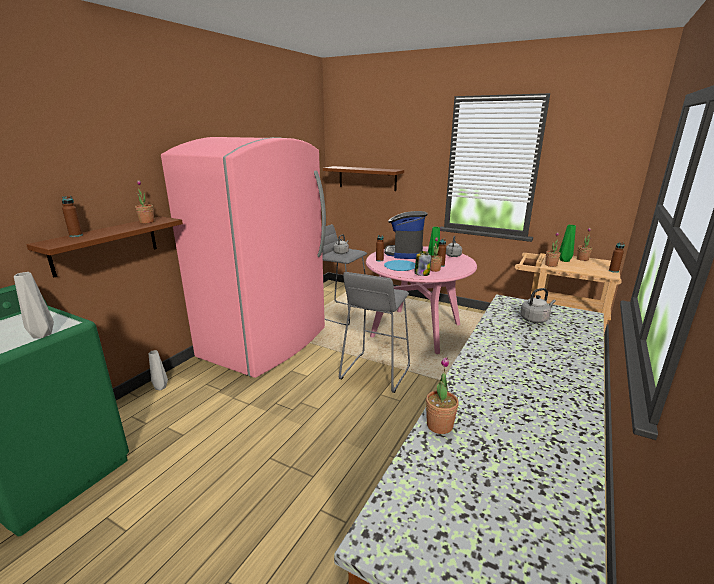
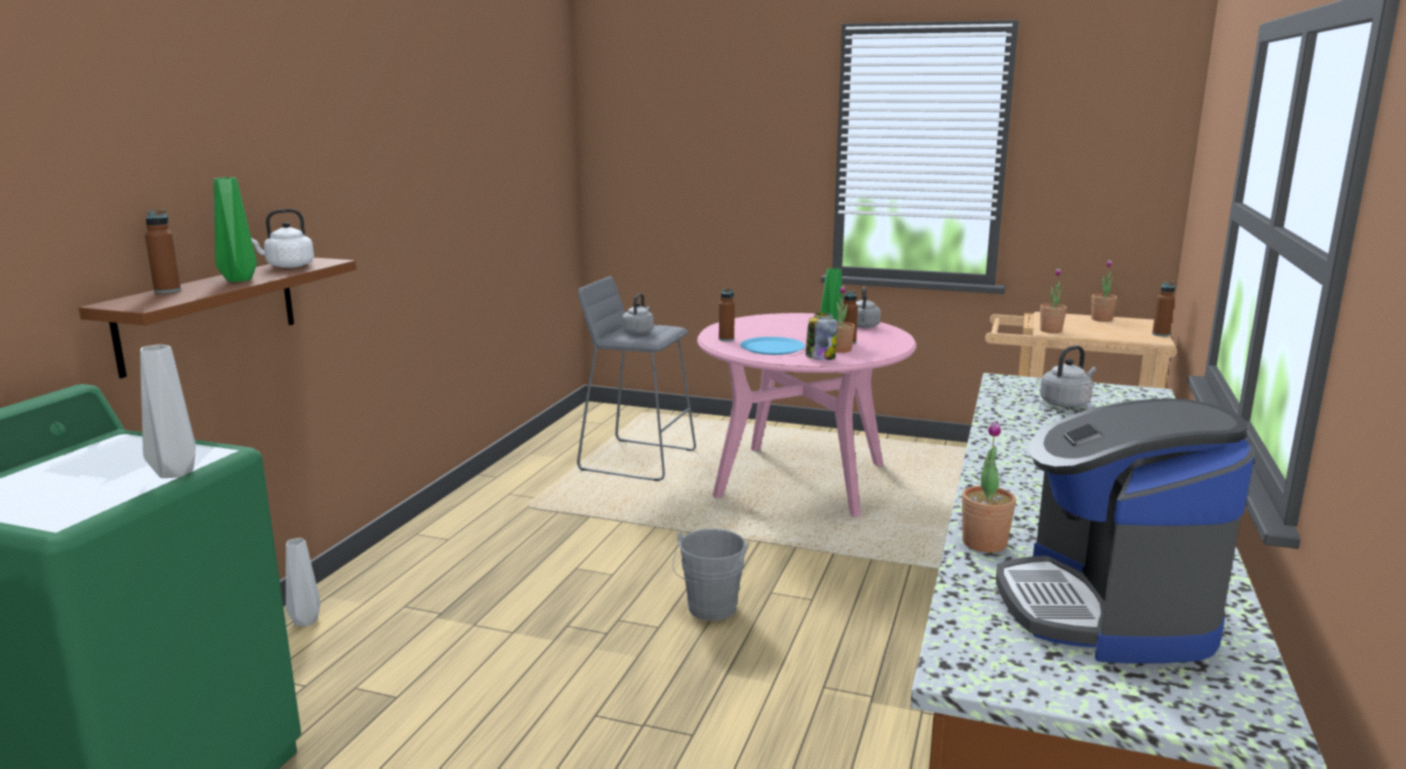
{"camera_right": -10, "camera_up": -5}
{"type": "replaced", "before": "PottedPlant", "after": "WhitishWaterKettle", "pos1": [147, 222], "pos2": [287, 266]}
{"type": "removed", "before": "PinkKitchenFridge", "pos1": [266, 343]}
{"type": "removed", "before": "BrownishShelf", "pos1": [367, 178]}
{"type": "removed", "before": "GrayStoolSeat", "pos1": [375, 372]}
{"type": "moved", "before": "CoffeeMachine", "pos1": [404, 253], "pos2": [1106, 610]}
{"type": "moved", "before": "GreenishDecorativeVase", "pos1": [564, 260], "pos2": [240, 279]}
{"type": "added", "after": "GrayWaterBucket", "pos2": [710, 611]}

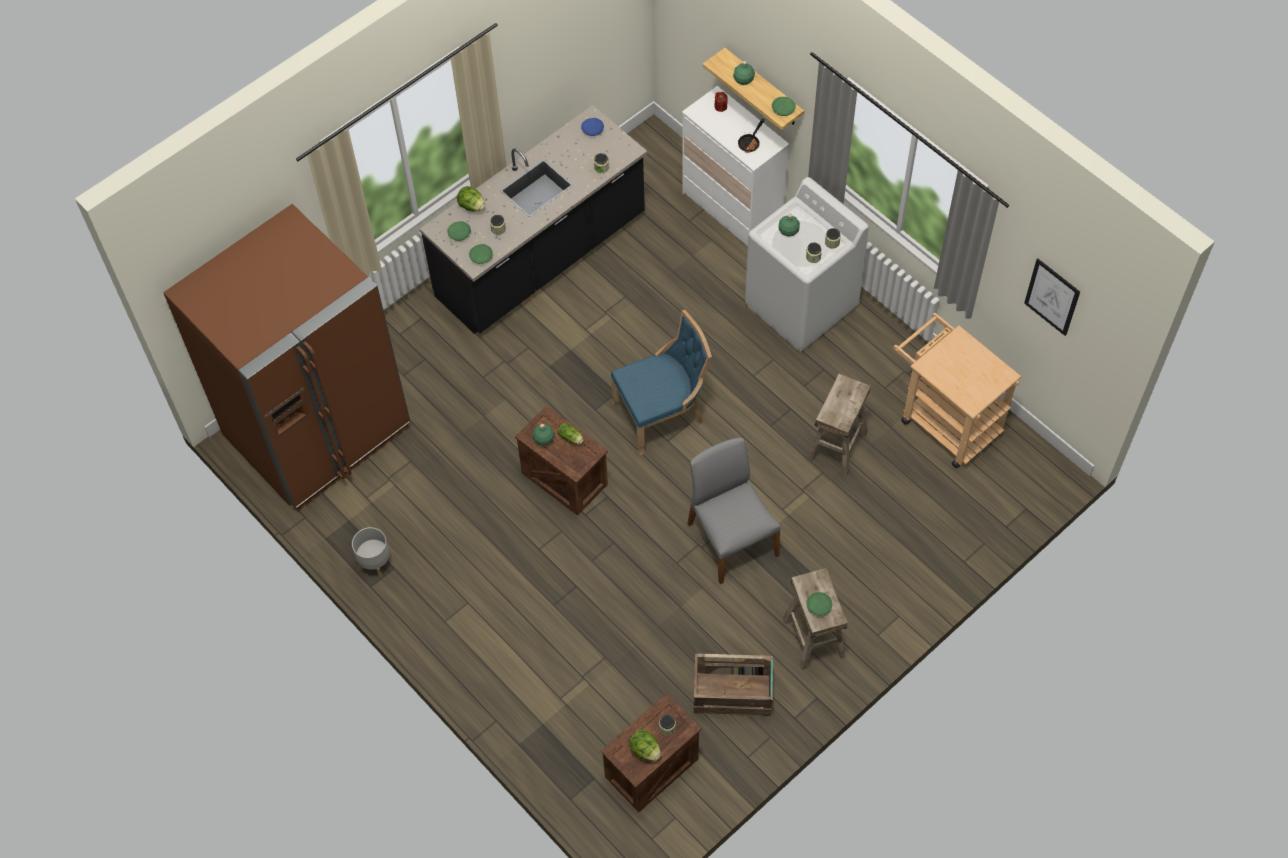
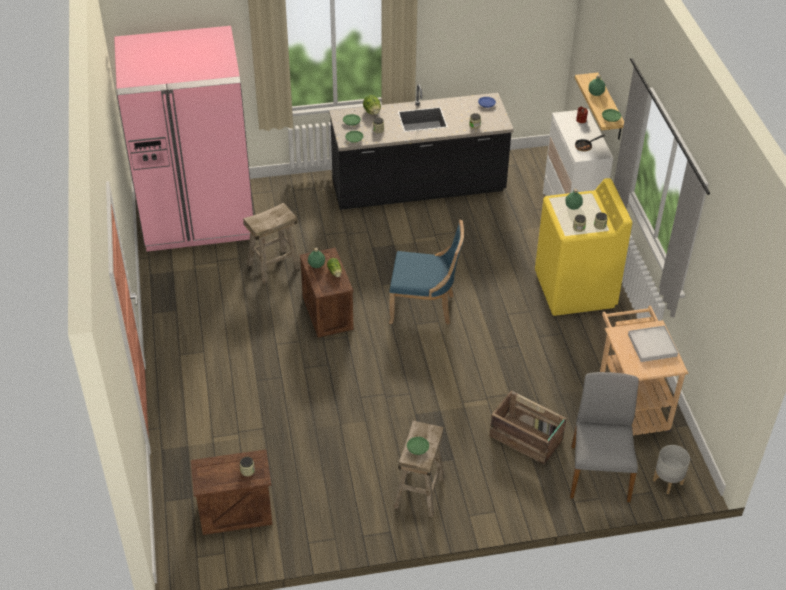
{"camera_right": 30, "camera_up": -15}
{"type": "recoloured", "before": "BrownishKitchenFridge", "after": "PinkKitchenFridge", "pos1": [317, 431], "pos2": [197, 217]}
{"type": "moved", "before": "GrayFlowerPot", "pos1": [376, 563], "pos2": [668, 482]}
{"type": "removed", "before": "Lettuce", "pos1": [645, 750]}
{"type": "moved", "before": "GrayChair", "pos1": [730, 539], "pos2": [598, 472]}
{"type": "moved", "before": "Crate", "pos1": [733, 693], "pos2": [526, 439]}
{"type": "recoloured", "before": "WhitishWashingMachine", "after": "YellowWashingMachine", "pos1": [801, 306], "pos2": [575, 290]}
{"type": "moved", "before": "BeigeColouredStoolSeat", "pos1": [836, 445], "pos2": [274, 266]}
{"type": "removed", "before": "Picture", "pos1": [1052, 297]}
{"type": "added", "after": "WhitishServingTray", "pos2": [652, 345]}

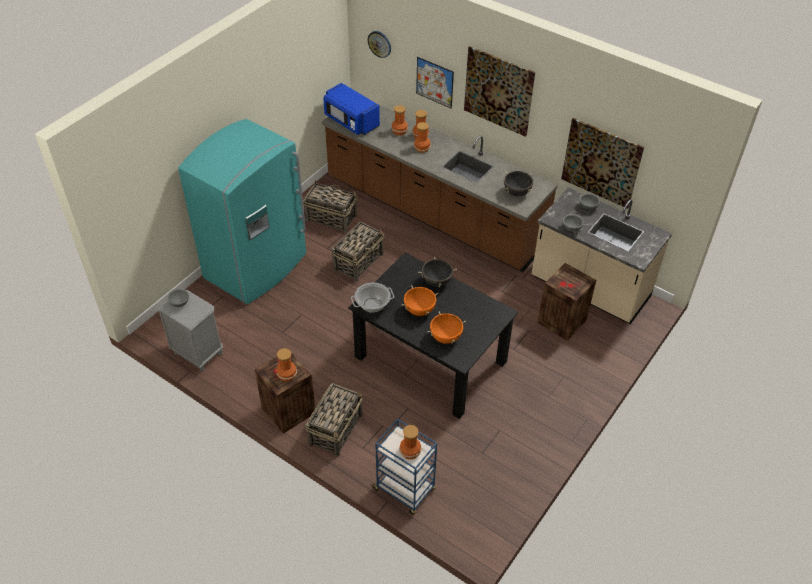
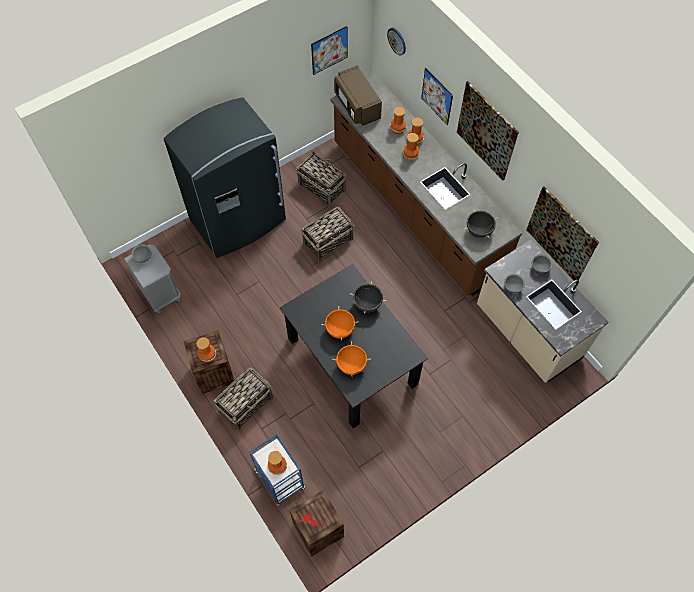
{"camera_right": 20, "camera_up": 15}
{"type": "recoloured", "before": "TurquoiseKitchenFridge", "after": "GrayKitchenFridge", "pos1": [257, 267], "pos2": [239, 221]}
{"type": "recoloured", "before": "BlueKitchenMicrowave", "after": "BrownishKitchenMicrowave", "pos1": [351, 121], "pos2": [357, 105]}
{"type": "removed", "before": "Saucepot", "pos1": [372, 305]}
{"type": "moved", "before": "Crate", "pos1": [562, 322], "pos2": [318, 531]}
{"type": "added", "after": "Picture", "pos2": [329, 50]}

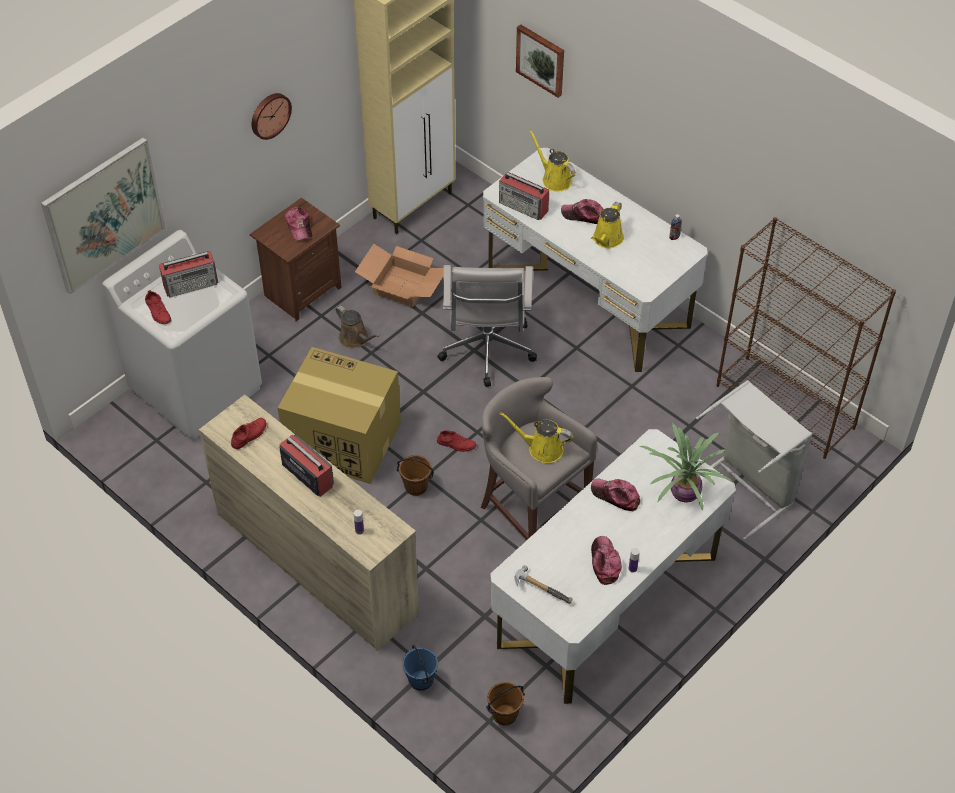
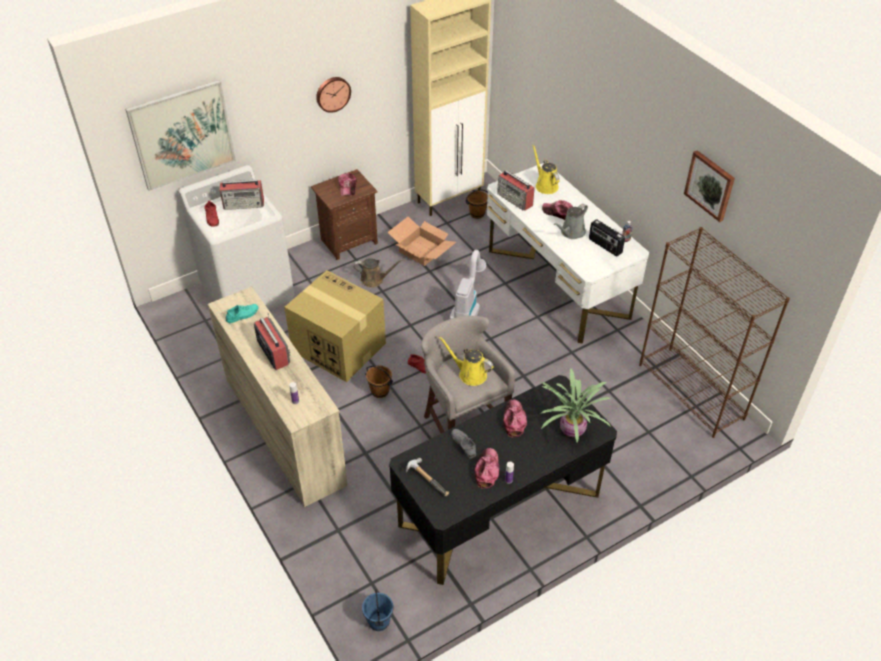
{"camera_right": 15, "camera_up": -5}
{"type": "recoloured", "before": "RedLowShoe", "after": "TurquoiseLowShoe", "pos1": [249, 435], "pos2": [242, 315]}
{"type": "turned", "before": "BrownishSprinklingCan", "pos1": [355, 339], "pos2": [374, 280], "turn": -60}
{"type": "moved", "before": "BlueWaterBucket", "pos1": [420, 680], "pos2": [378, 621]}
{"type": "replaced", "before": "WhitishDeskChair", "after": "Vacuum", "pos1": [487, 352], "pos2": [468, 307]}
{"type": "moved", "before": "BrownishWaterBucket", "pos1": [505, 715], "pos2": [477, 214]}
{"type": "recoloured", "before": "WhitishDesk", "after": "BlackishDesk", "pos1": [607, 600], "pos2": [499, 509]}
{"type": "moved", "before": "Picture", "pos1": [541, 59], "pos2": [710, 185]}
{"type": "recoloured", "before": "YellowSprinklingCan", "after": "GraySprinklingCan", "pos1": [606, 239], "pos2": [571, 233]}
{"type": "turned", "before": "Cap", "pos1": [615, 496], "pos2": [514, 420], "turn": 45}
{"type": "removed", "before": "GrayHamper", "pos1": [746, 489]}
{"type": "added", "after": "GrayLowShoe", "pos2": [463, 444]}
{"type": "added", "after": "RadioReceiver", "pos2": [605, 246]}

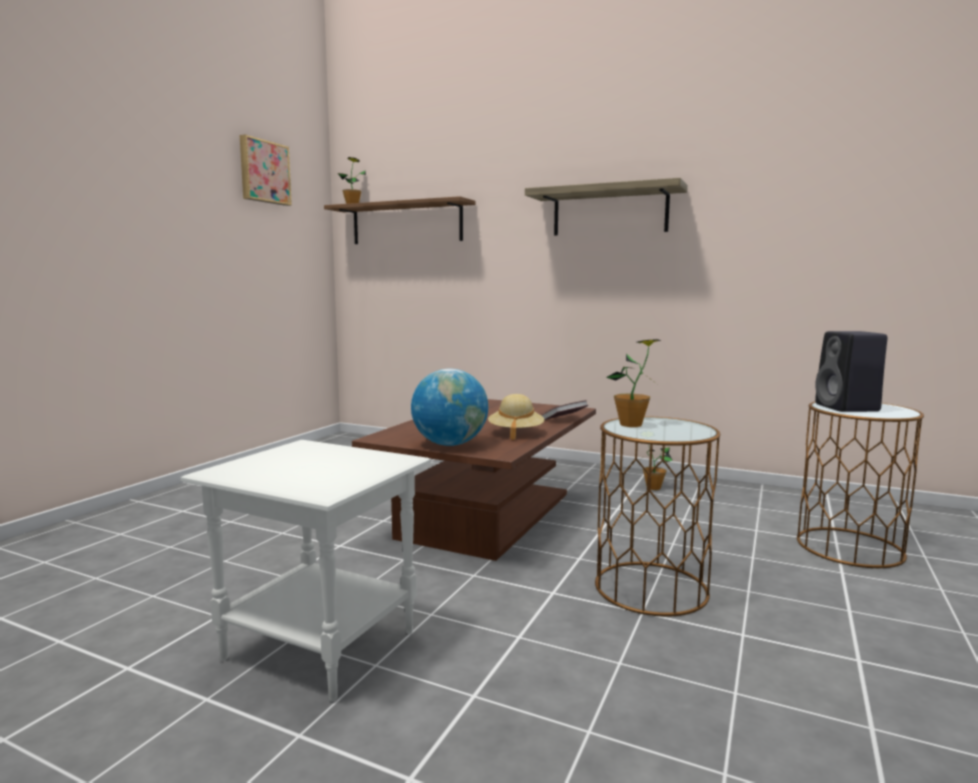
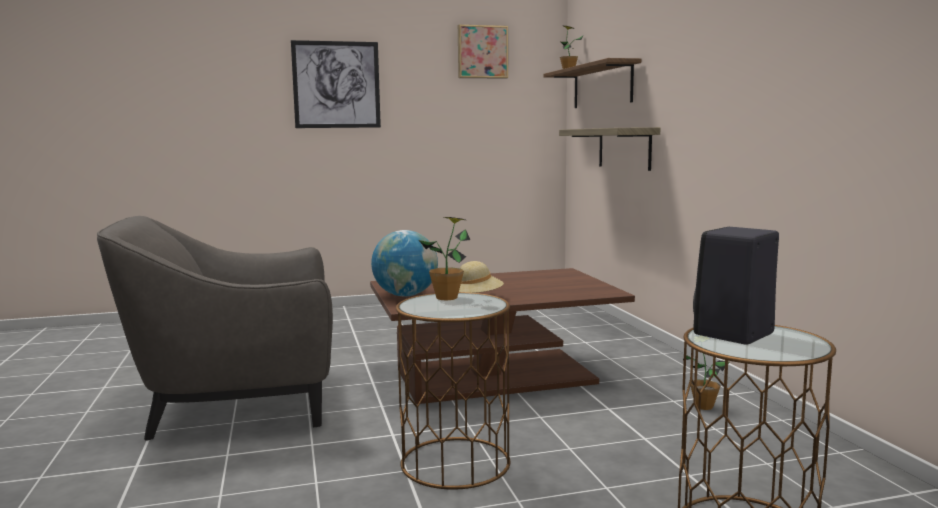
{"camera_right": 50, "camera_up": 0}
{"type": "replaced", "before": "WhitishEndTable", "after": "GrayEasyChair", "pos1": [318, 645], "pos2": [237, 403]}
{"type": "moved", "before": "Shelf", "pos1": [609, 211], "pos2": [624, 148]}
{"type": "removed", "before": "BoundBook", "pos1": [564, 419]}
{"type": "added", "after": "Picture", "pos2": [336, 85]}

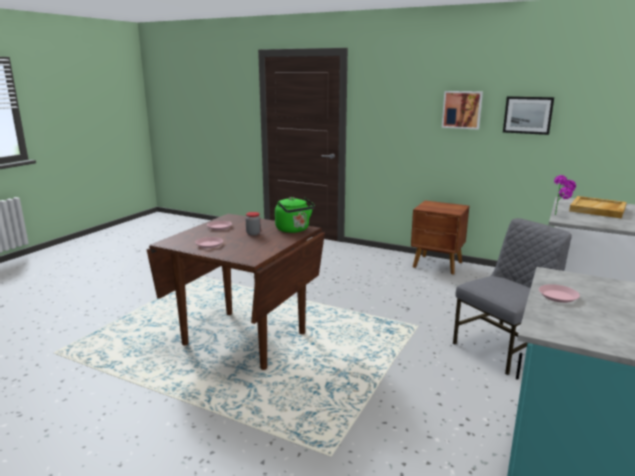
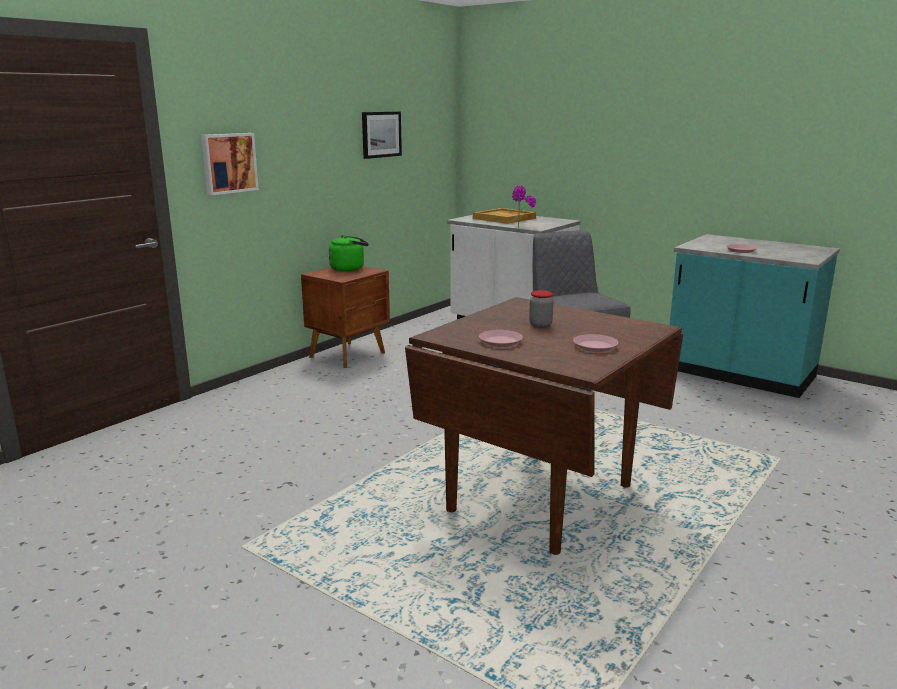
{"camera_right": -80, "camera_up": 0}
{"type": "moved", "before": "GreenishWaterKettle", "pos1": [294, 230], "pos2": [349, 268]}
{"type": "moved", "before": "Picture", "pos1": [462, 109], "pos2": [228, 163]}

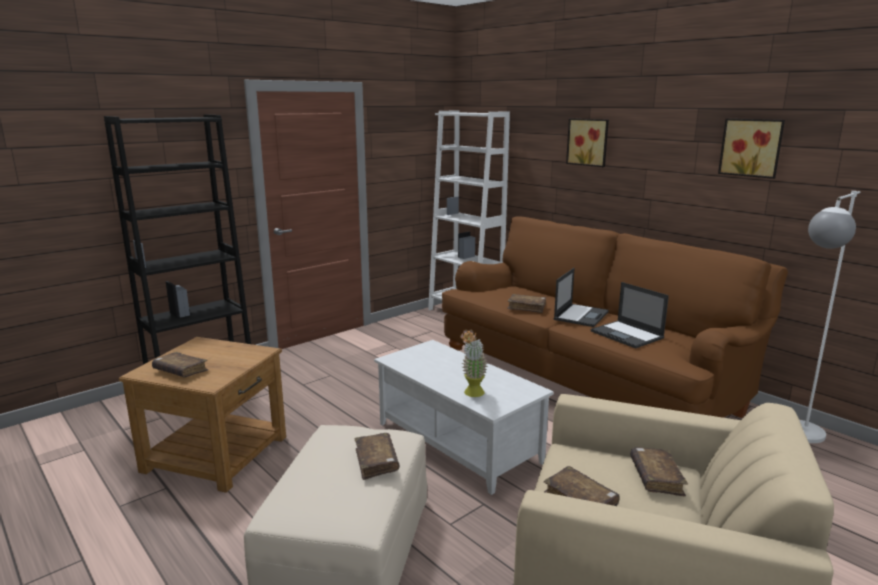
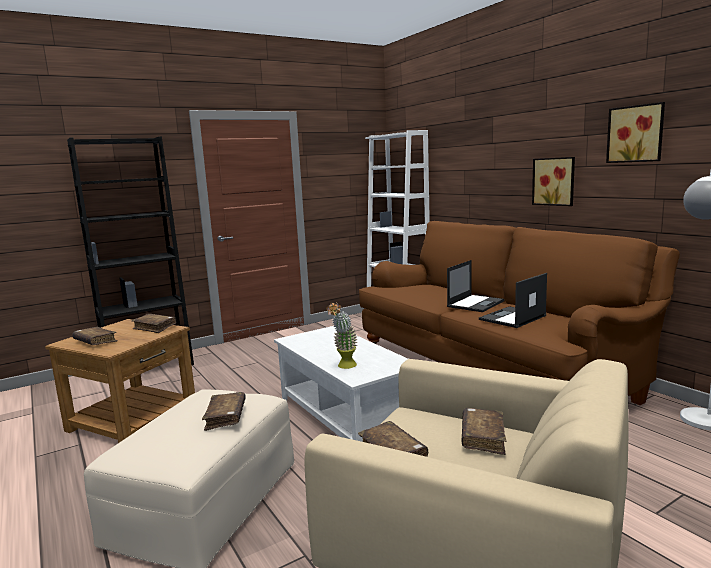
{"camera_right": 10, "camera_up": -5}
{"type": "moved", "before": "BrownishBoundBook", "pos1": [526, 307], "pos2": [155, 327]}
{"type": "moved", "before": "Picture", "pos1": [588, 142], "pos2": [554, 181]}
{"type": "turned", "before": "PortableComputer", "pos1": [627, 335], "pos2": [512, 318], "turn": 75}

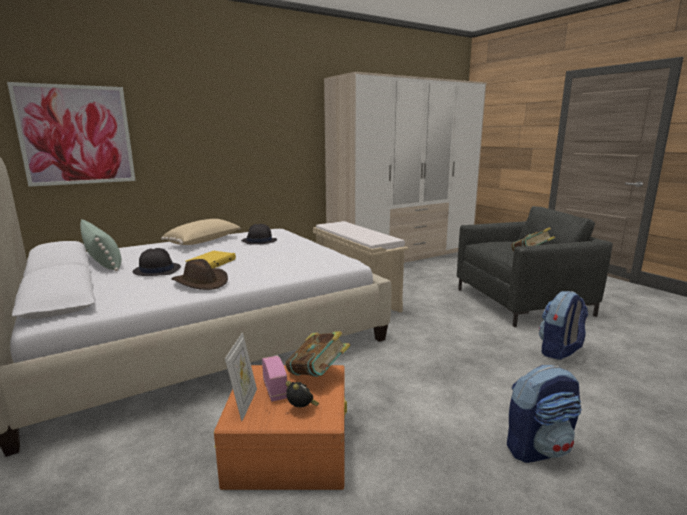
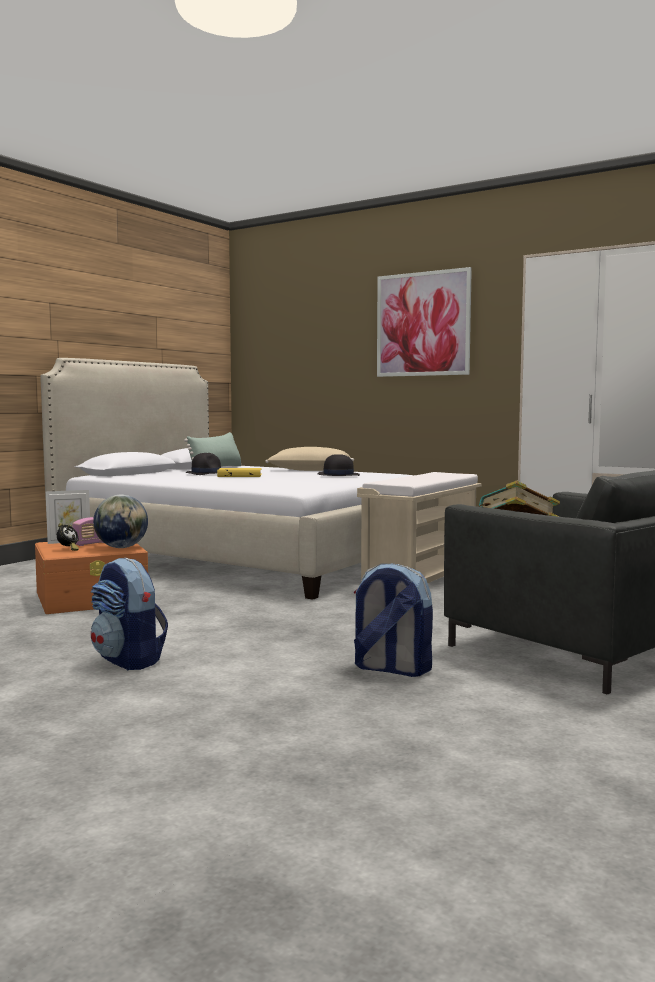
{"camera_right": 65, "camera_up": -10}
{"type": "moved", "before": "Picture", "pos1": [76, 135], "pos2": [422, 324]}
{"type": "removed", "before": "BrownishClothingHat", "pos1": [201, 282]}
{"type": "replaced", "before": "BoundBook", "after": "WorldGlobe", "pos1": [317, 375], "pos2": [122, 547]}

